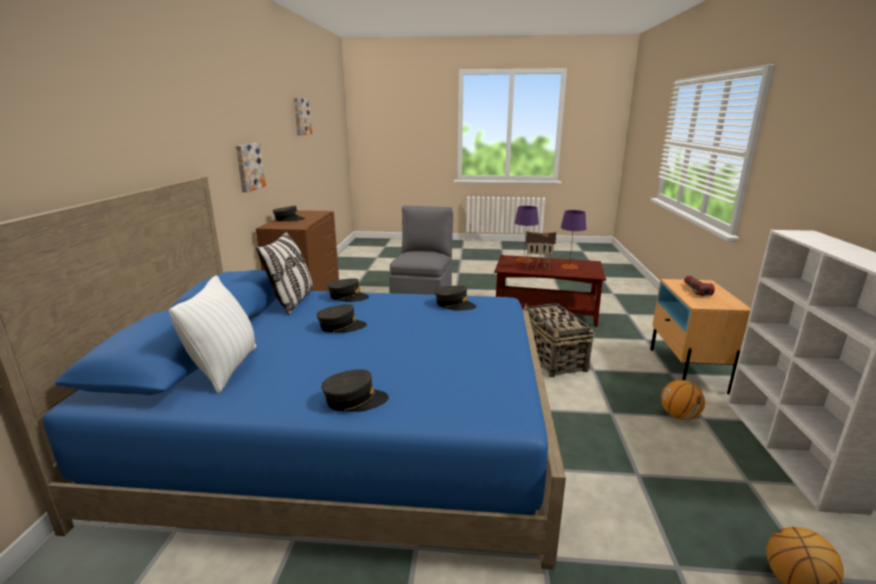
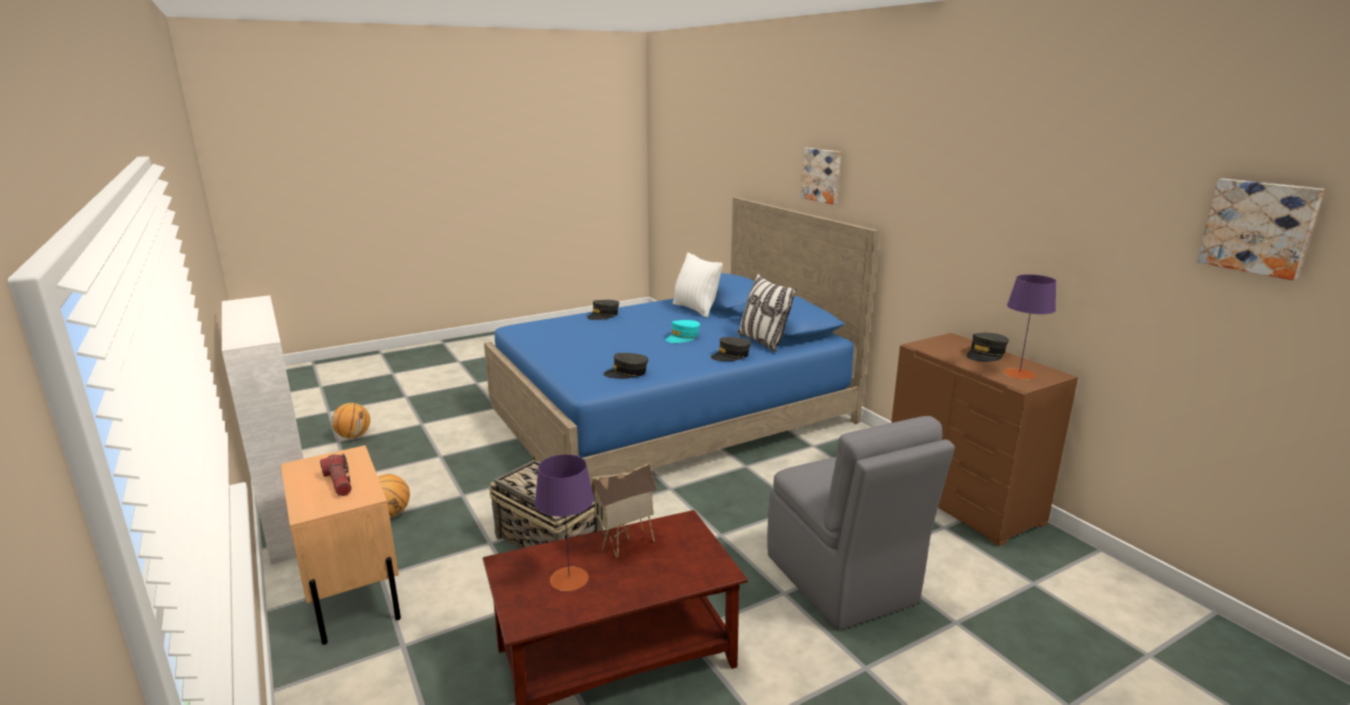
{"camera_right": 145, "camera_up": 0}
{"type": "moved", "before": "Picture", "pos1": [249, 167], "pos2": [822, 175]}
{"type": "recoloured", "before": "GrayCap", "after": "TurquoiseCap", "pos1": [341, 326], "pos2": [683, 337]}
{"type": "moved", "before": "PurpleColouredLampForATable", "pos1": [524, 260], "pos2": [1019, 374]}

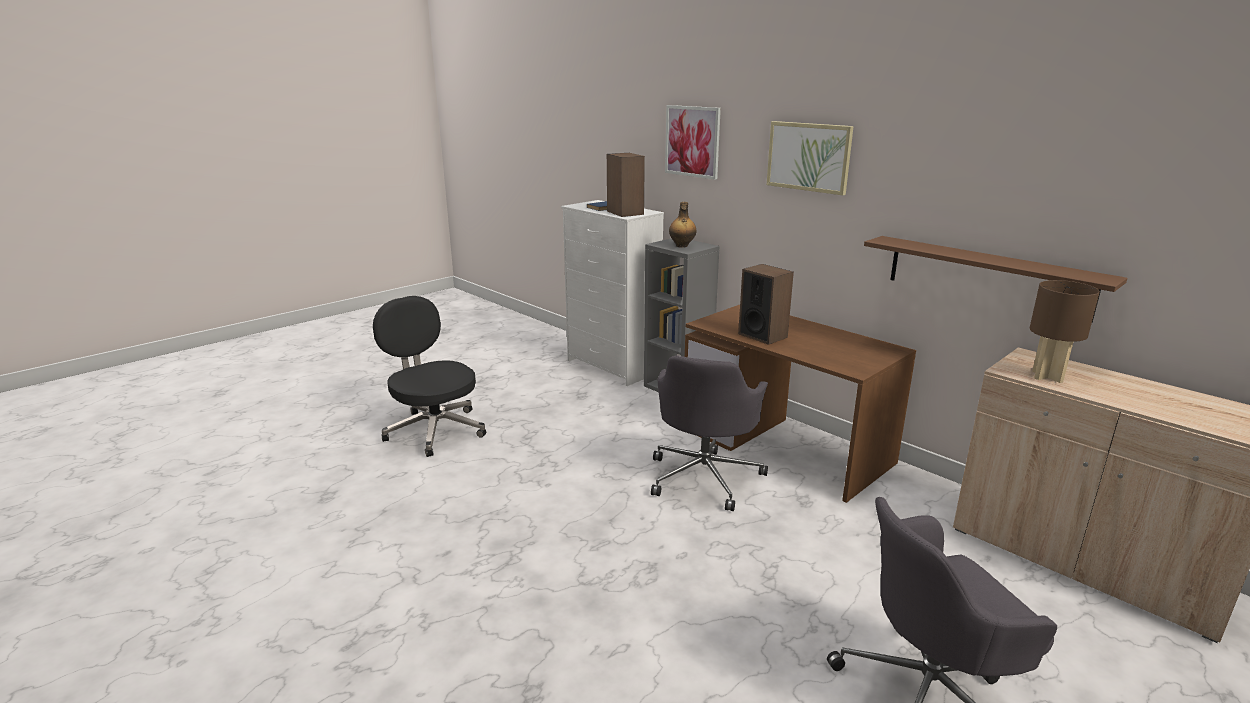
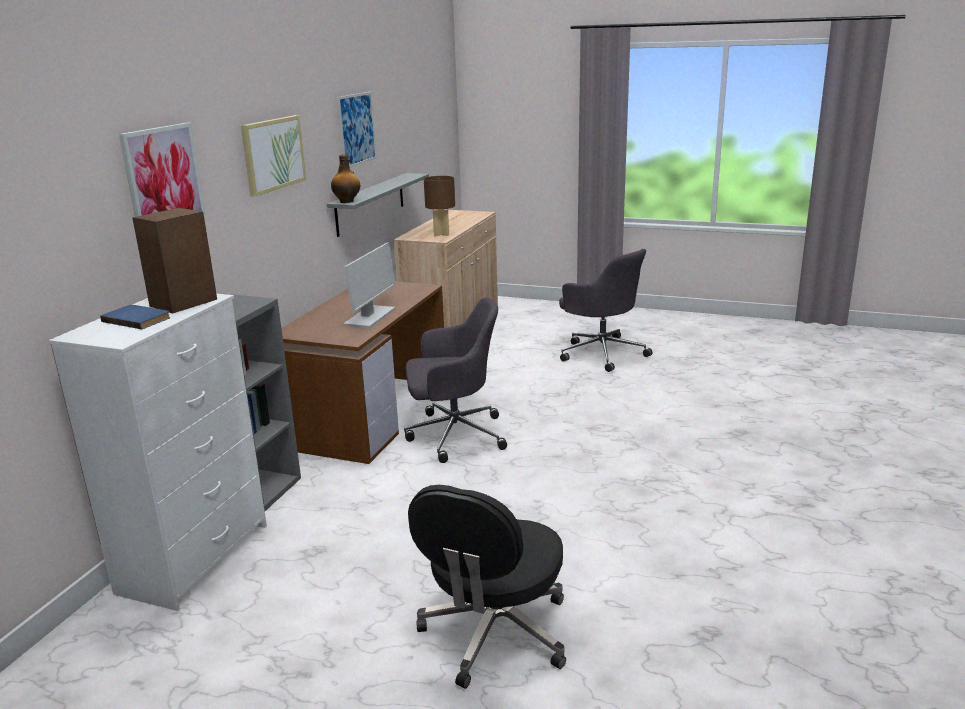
{"camera_right": -115, "camera_up": 0}
{"type": "moved", "before": "Bottle", "pos1": [681, 246], "pos2": [347, 201]}
{"type": "replaced", "before": "AudioSpeaker", "after": "Monitor", "pos1": [762, 335], "pos2": [370, 317]}
{"type": "recoloured", "before": "BrownishShelf", "after": "GrayShelf", "pos1": [987, 277], "pos2": [370, 203]}
{"type": "added", "after": "Picture", "pos2": [357, 129]}

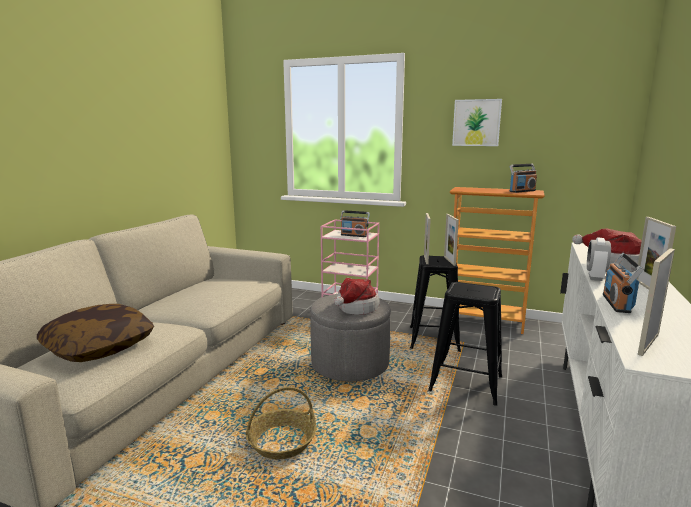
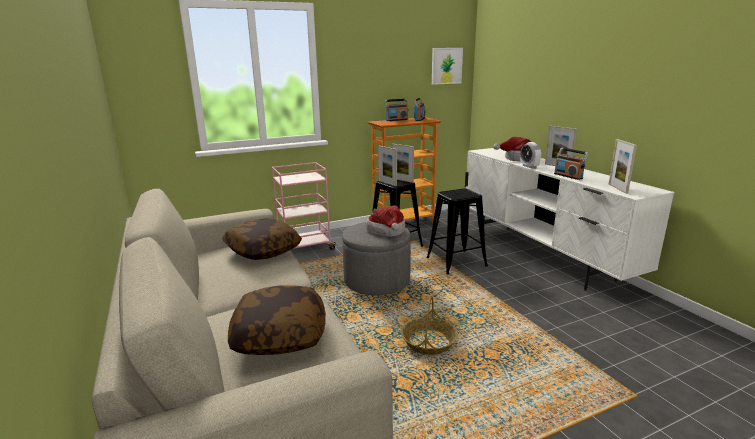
{"camera_right": -45, "camera_up": 5}
{"type": "moved", "before": "RadioReceiver", "pos1": [354, 235], "pos2": [396, 120]}
{"type": "moved", "before": "Picture", "pos1": [476, 123], "pos2": [446, 66]}
{"type": "added", "after": "Pillow", "pos2": [263, 251]}

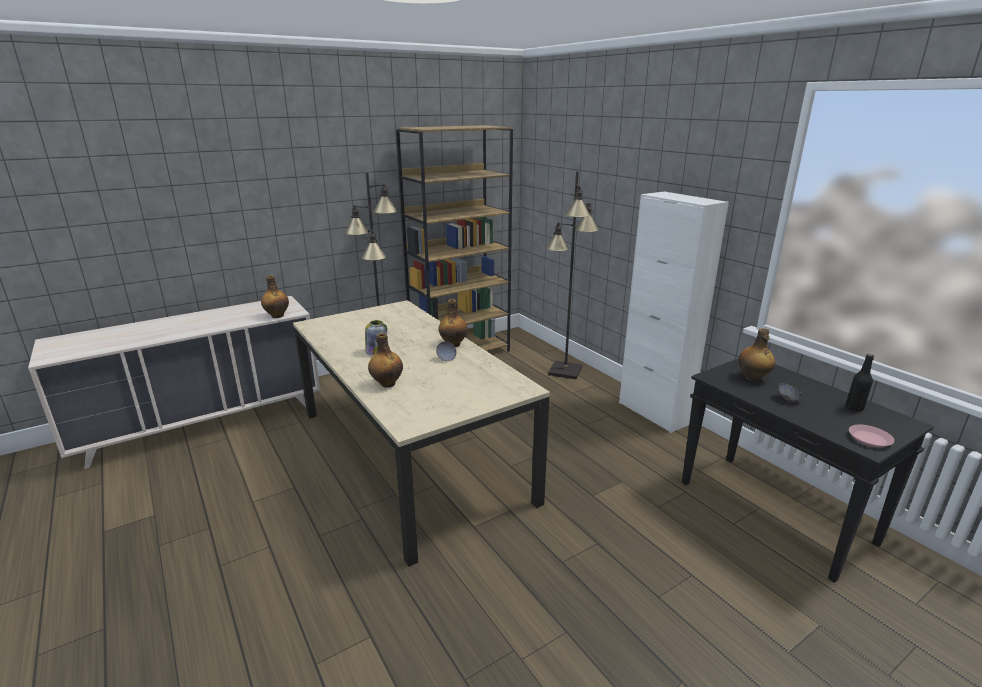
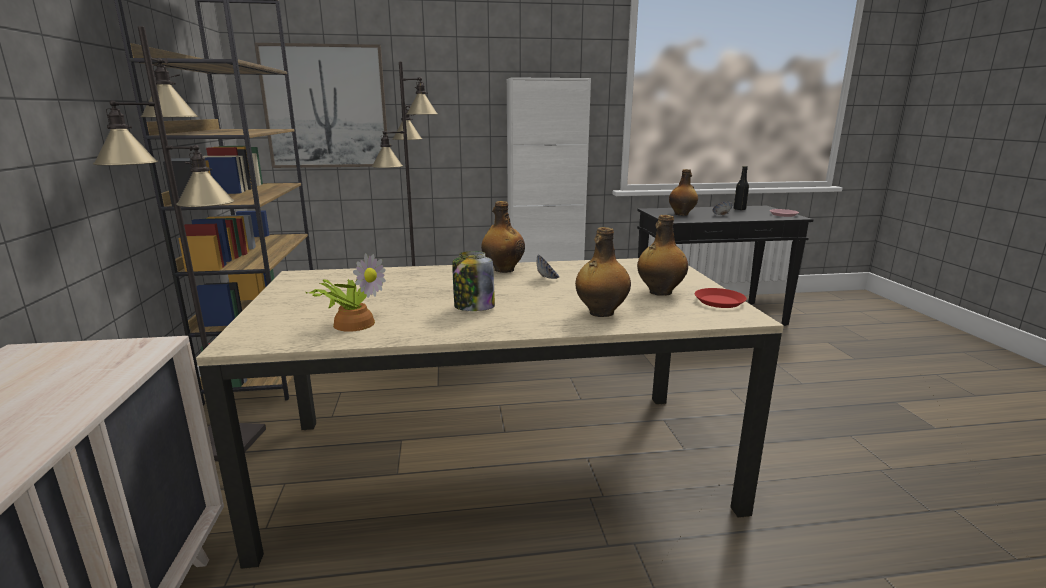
{"camera_right": -65, "camera_up": -5}
{"type": "moved", "before": "Bottle", "pos1": [277, 315], "pos2": [659, 292]}
{"type": "added", "after": "Picture", "pos2": [326, 107]}
{"type": "added", "after": "PottedPlant", "pos2": [353, 322]}
{"type": "added", "after": "RedDinnerPlate", "pos2": [719, 302]}

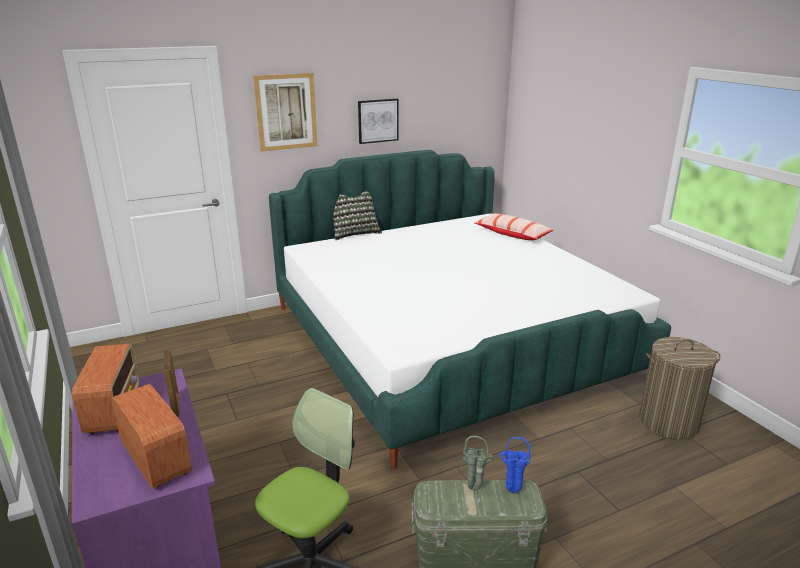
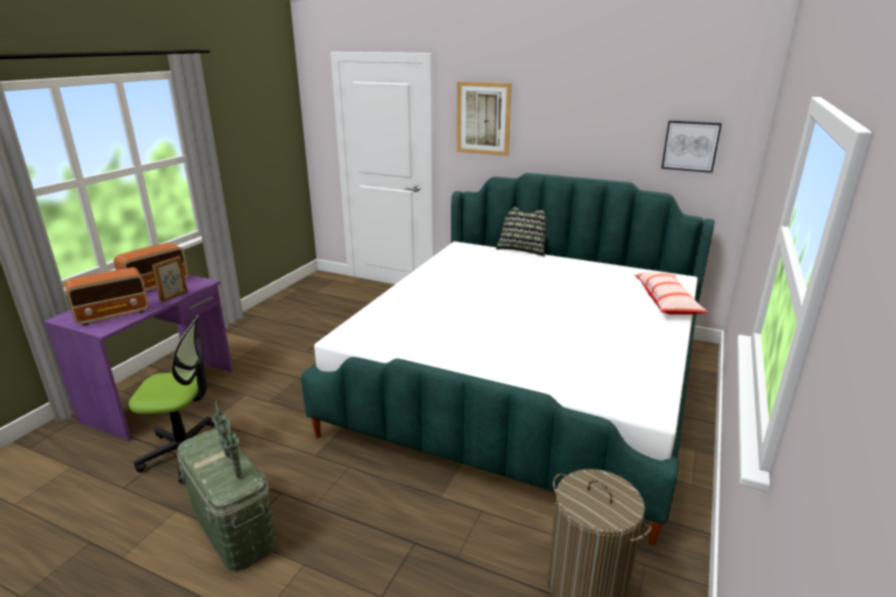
{"camera_right": 50, "camera_up": 0}
{"type": "turned", "before": "RadioReceiver", "pos1": [156, 458], "pos2": [114, 314], "turn": 45}
{"type": "moved", "before": "Picture", "pos1": [377, 120], "pos2": [690, 146]}
{"type": "recoloured", "before": "BlueDecorativeVase", "after": "GreenishDecorativeVase", "pos1": [511, 491], "pos2": [237, 475]}

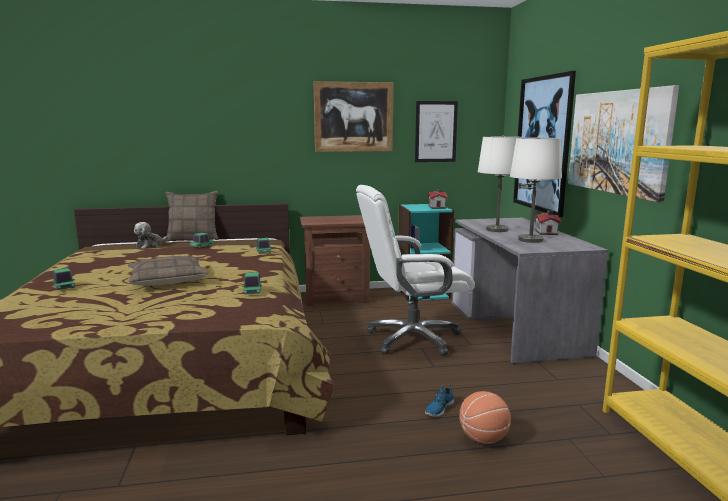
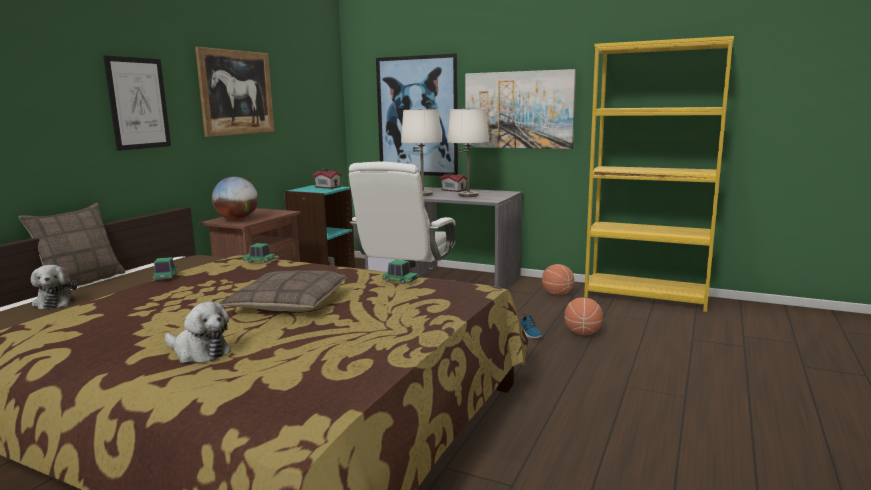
{"camera_right": -55, "camera_up": 0}
{"type": "replaced", "before": "MiniatureCar", "after": "SoftToy", "pos1": [64, 287], "pos2": [199, 352]}
{"type": "moved", "before": "Picture", "pos1": [436, 131], "pos2": [138, 103]}
{"type": "added", "after": "WorldGlobe", "pos2": [237, 219]}
{"type": "added", "after": "Basketball", "pos2": [557, 294]}

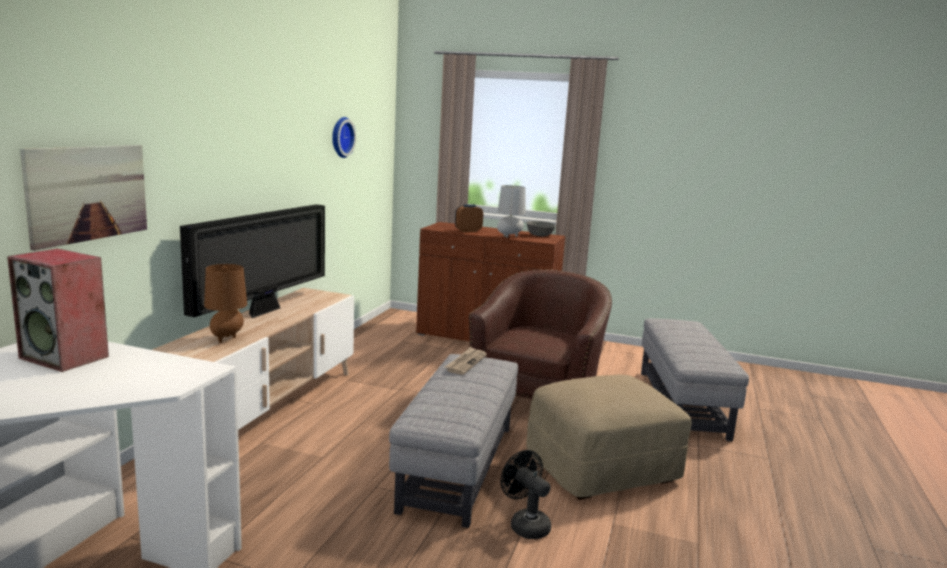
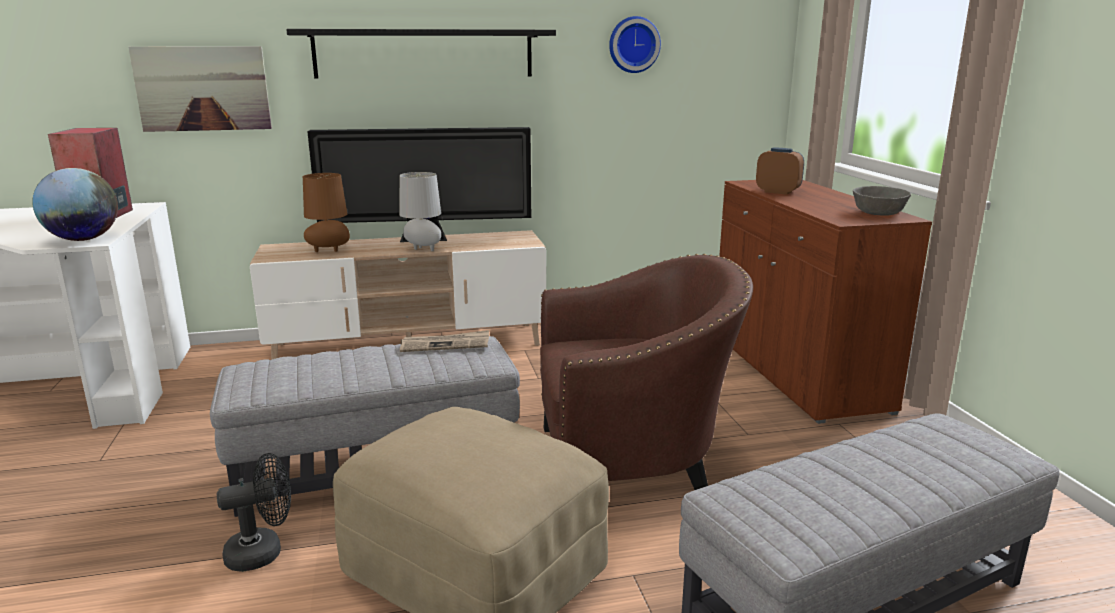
{"camera_right": 60, "camera_up": 5}
{"type": "moved", "before": "GrayLampForATable", "pos1": [509, 237], "pos2": [422, 249]}
{"type": "turned", "before": "BlackishFan", "pos1": [525, 524], "pos2": [263, 552], "turn": 45}
{"type": "added", "after": "WorldGlobe", "pos2": [83, 239]}
{"type": "added", "after": "BlackishShelf", "pos2": [424, 53]}

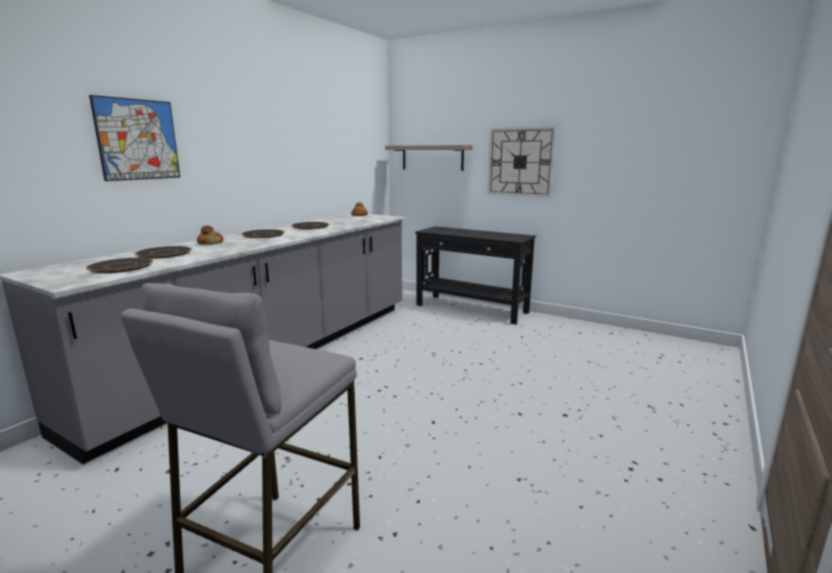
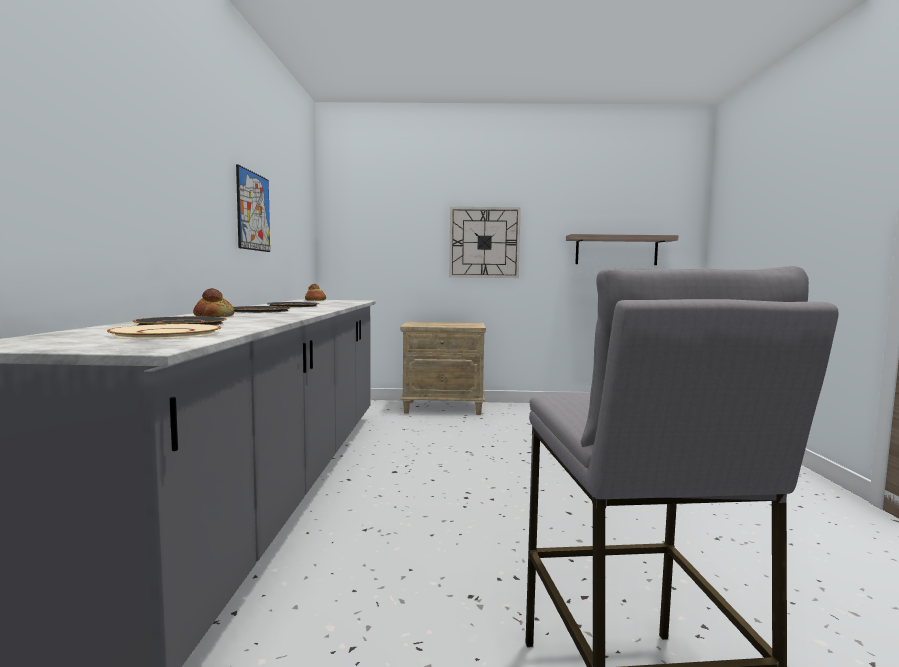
{"camera_right": -30, "camera_up": -10}
{"type": "recoloured", "before": "BlackishDinnerPlate", "after": "BeigeColouredDinnerPlate", "pos1": [120, 266], "pos2": [166, 333]}
{"type": "moved", "before": "Picture", "pos1": [138, 139], "pos2": [253, 211]}
{"type": "moved", "before": "Shelf", "pos1": [432, 157], "pos2": [616, 250]}
{"type": "replaced", "before": "BlackishHallTable", "after": "BeigeColouredNightTable", "pos1": [471, 309], "pos2": [444, 408]}

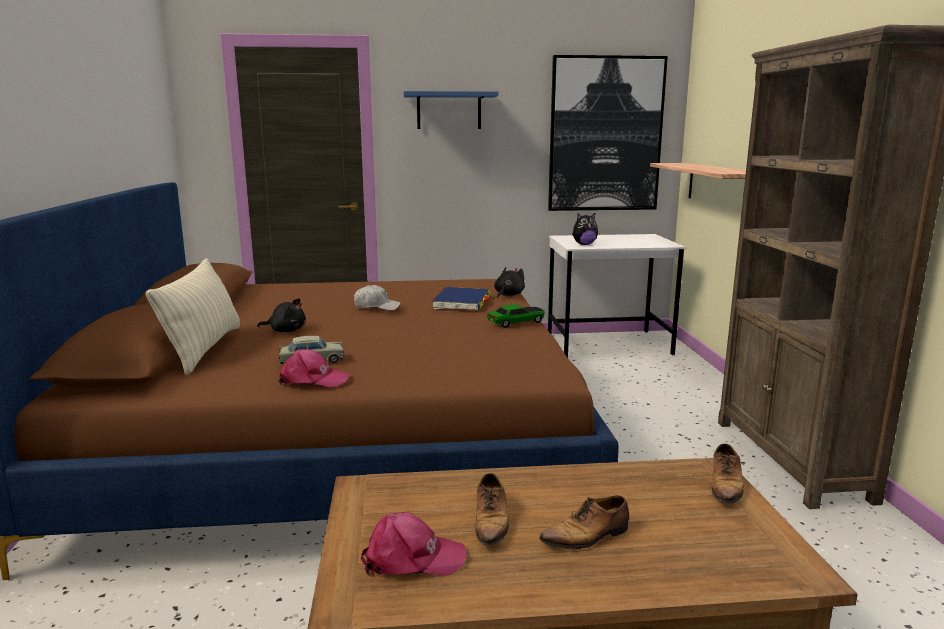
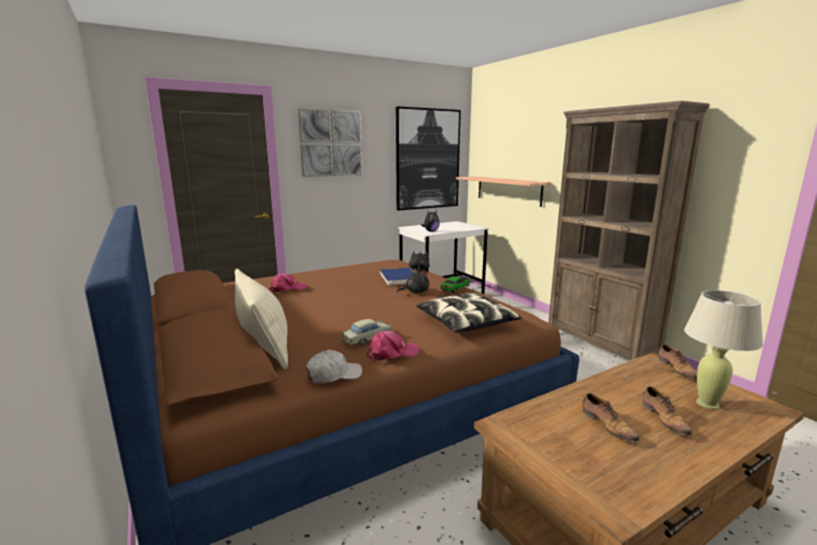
{"camera_right": -25, "camera_up": 0}
{"type": "moved", "before": "BlackishSoftToy", "pos1": [286, 330], "pos2": [415, 292]}
{"type": "moved", "before": "WhitishCap", "pos1": [376, 307], "pos2": [334, 375]}
{"type": "moved", "before": "PinkCap", "pos1": [412, 559], "pos2": [287, 288]}
{"type": "replaced", "before": "BlueShelf", "after": "Picture", "pos1": [449, 111], "pos2": [331, 143]}
{"type": "turned", "before": "LowShoe", "pos1": [587, 537], "pos2": [664, 419], "turn": -45}
{"type": "added", "after": "Pillow", "pos2": [466, 322]}
{"type": "added", "after": "BeigeColouredLampForATable", "pos2": [708, 403]}

